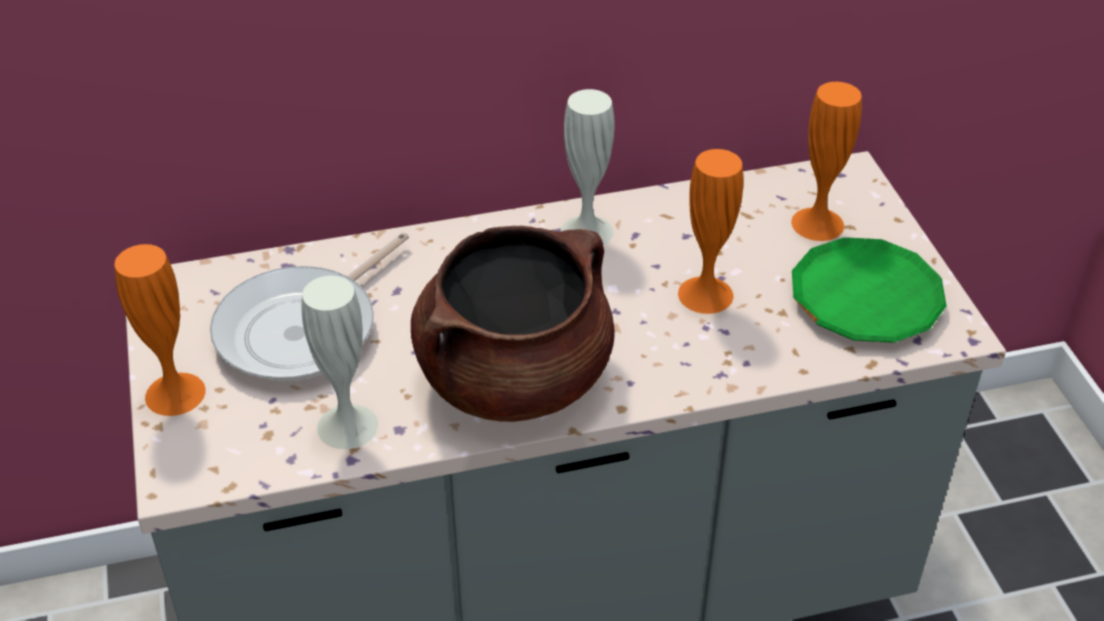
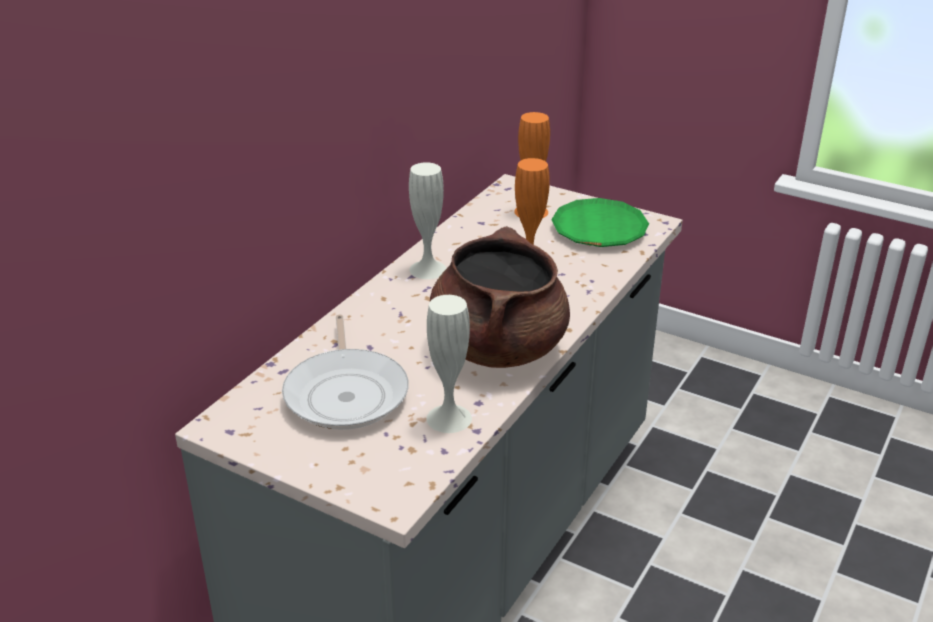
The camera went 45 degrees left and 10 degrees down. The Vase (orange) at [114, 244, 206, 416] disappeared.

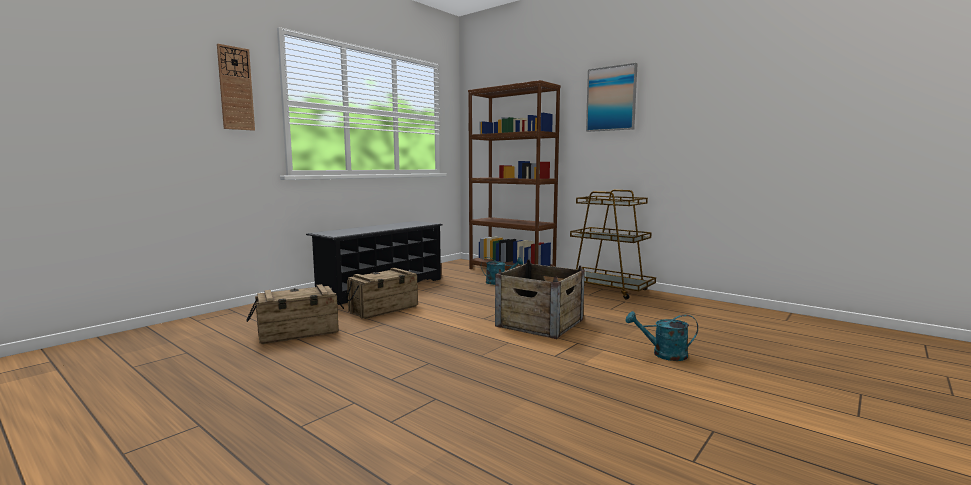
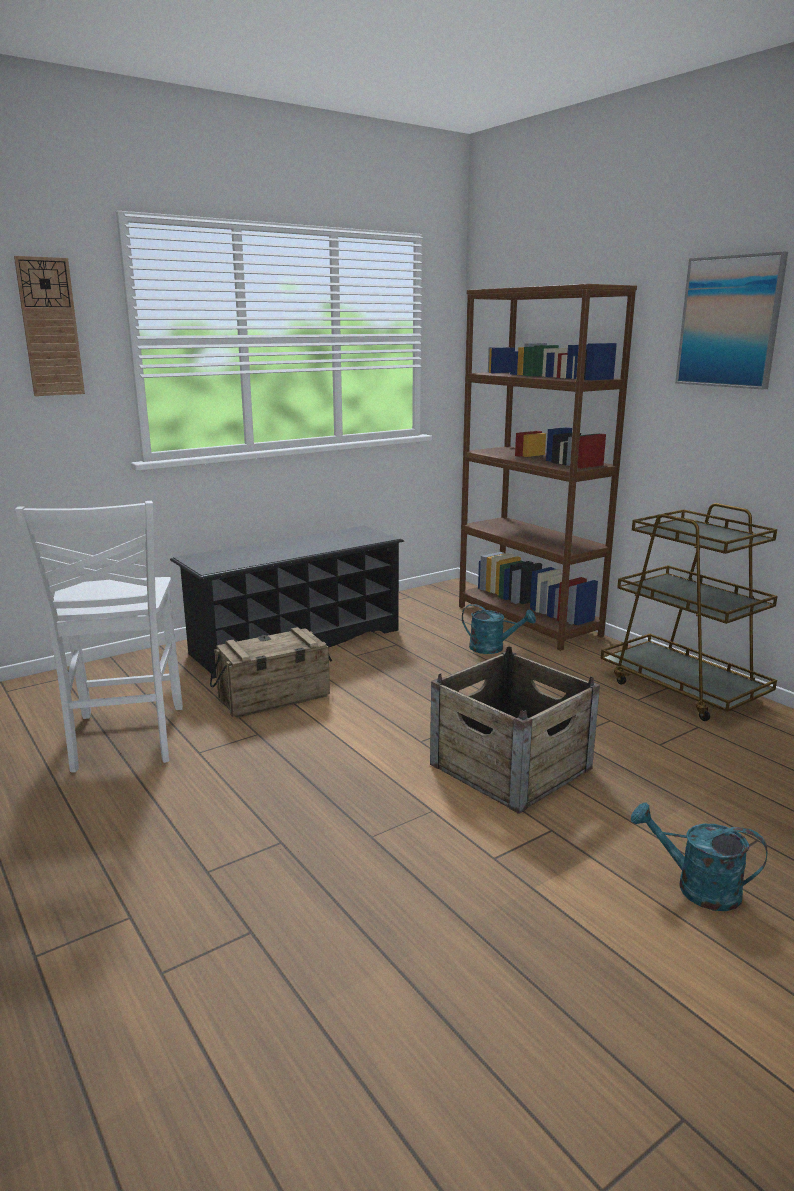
The camera went 15 degrees right and 10 degrees up. The Kiste at [246, 284, 344, 344] was replaced by the Stuhl (weiß) at [15, 501, 183, 773].

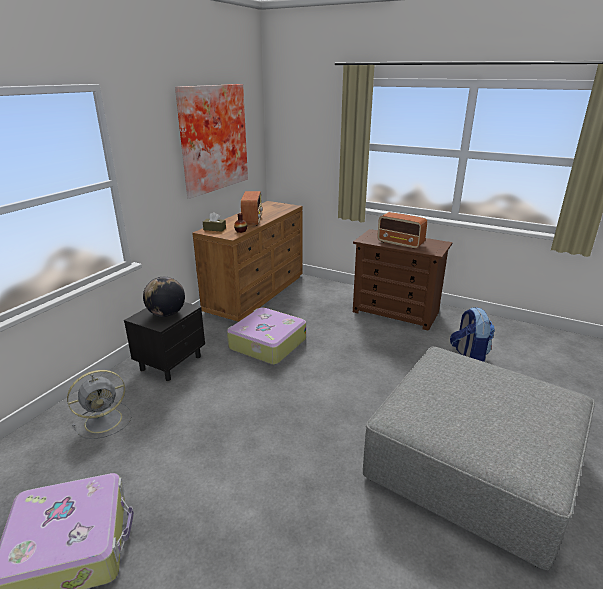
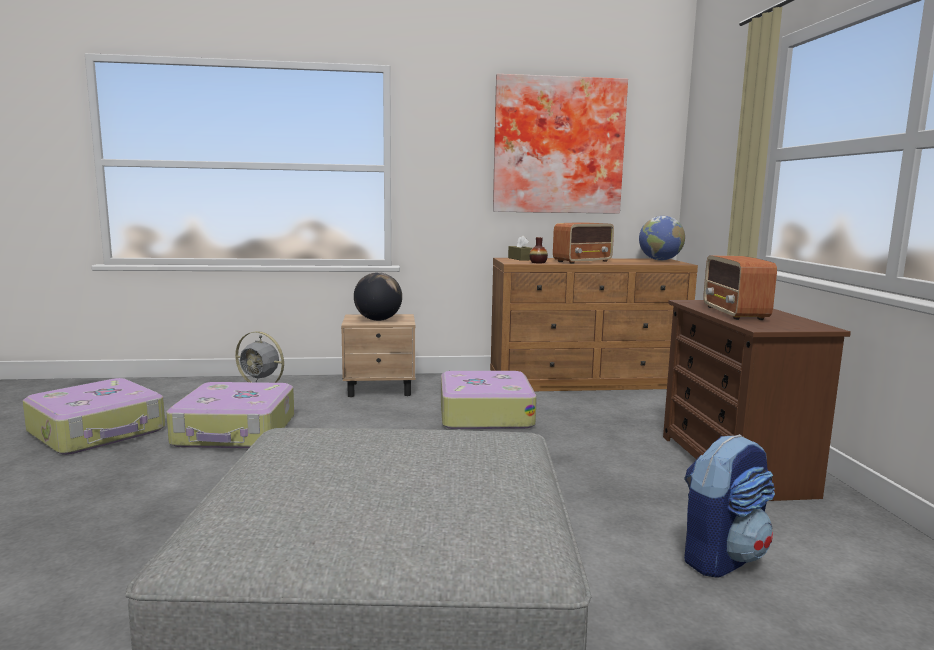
The camera went 55 degrees right and 15 degrees down. The Koffer at [166, 382, 294, 448] appeared. The Nachttisch (schwarz) at [124, 302, 205, 381] became the Nachttisch (beige) at [341, 314, 416, 397]. The Globus at [639, 216, 685, 261] appeared.

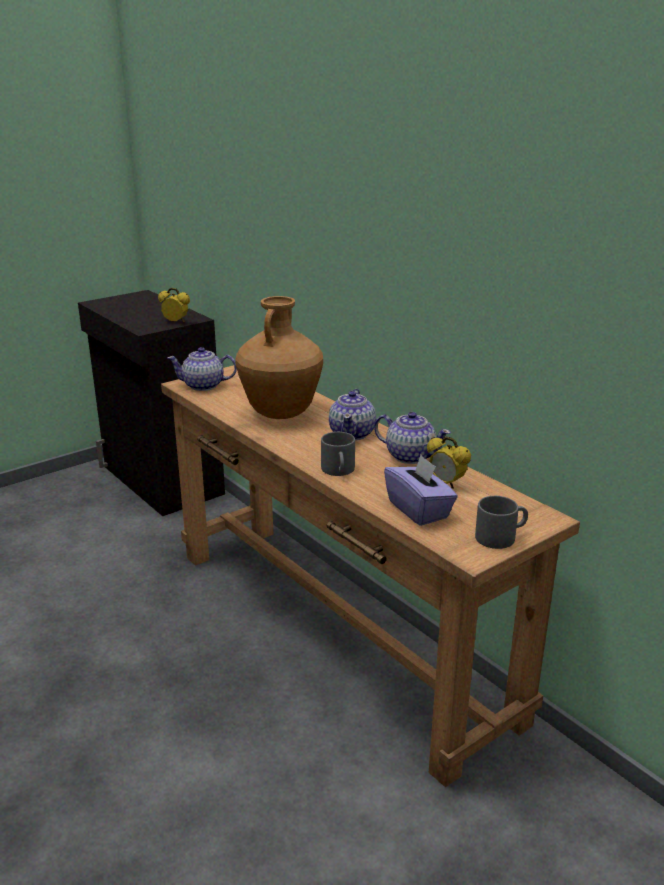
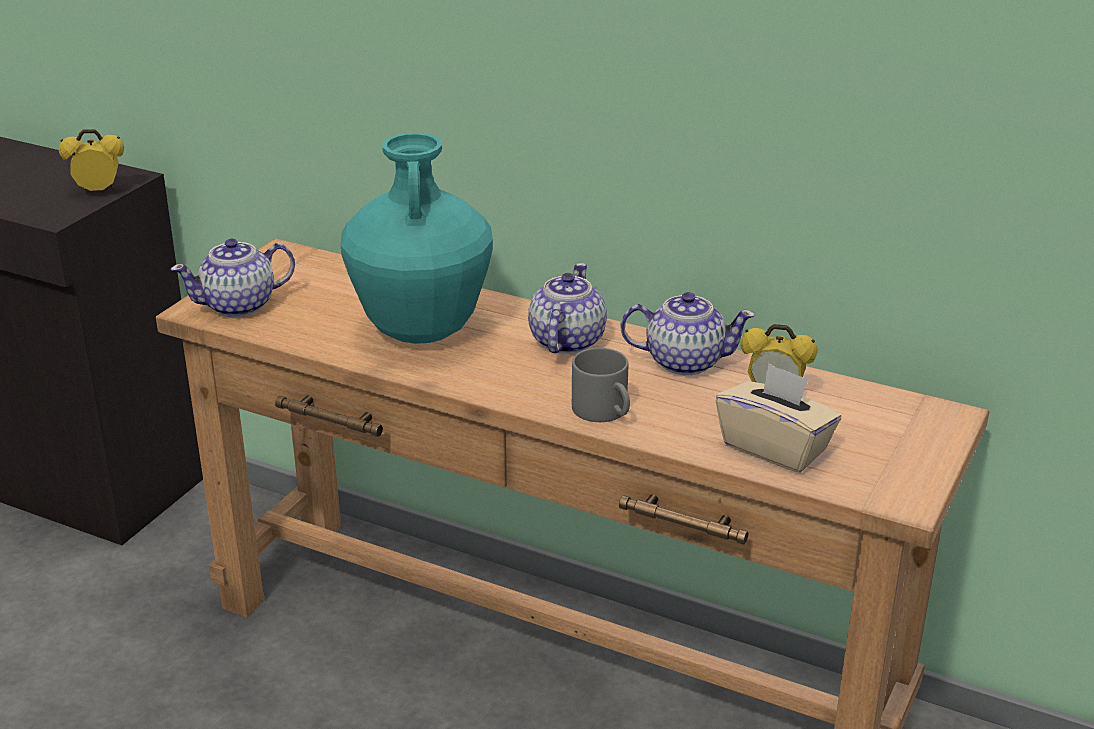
The camera went 25 degrees left and 5 degrees up. The Vase (braun) at [235, 296, 323, 419] became the Vase (türkis) at [341, 133, 493, 344]. The Teekanne at [329, 389, 376, 440] turned 150 degrees counterclockwise. The Taschentuchbox (lila) at [384, 455, 458, 526] became the Taschentuchbox (beige) at [716, 363, 841, 473]. The Henkelbecher (grau) at [475, 496, 528, 549] disappeared.

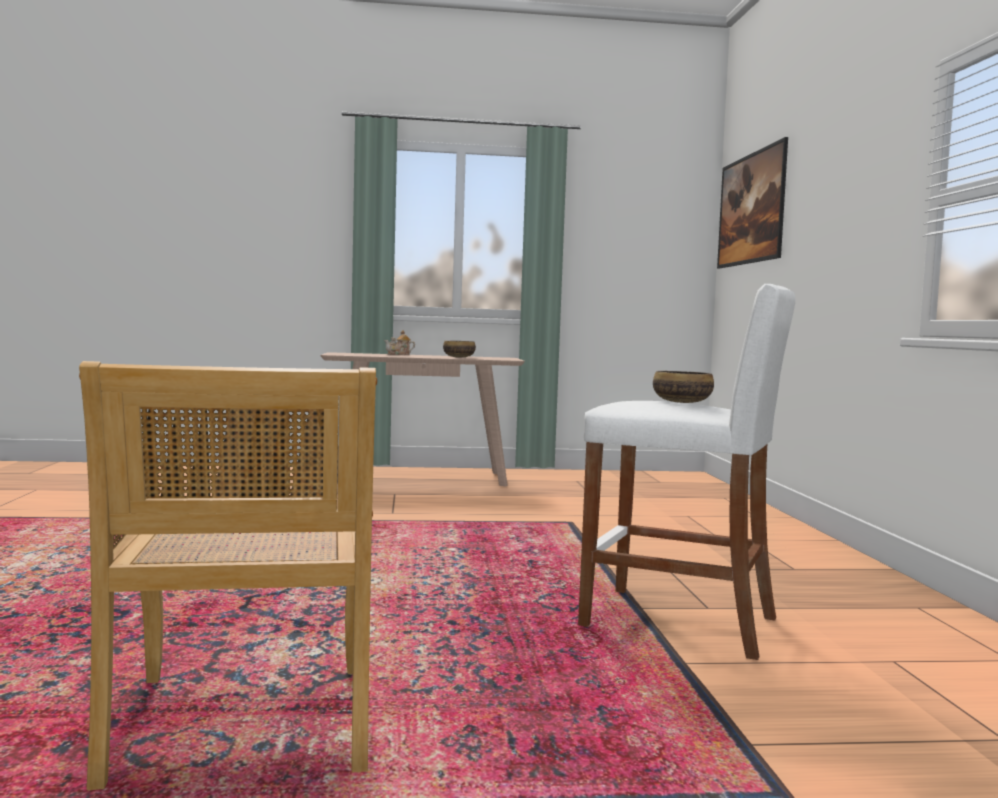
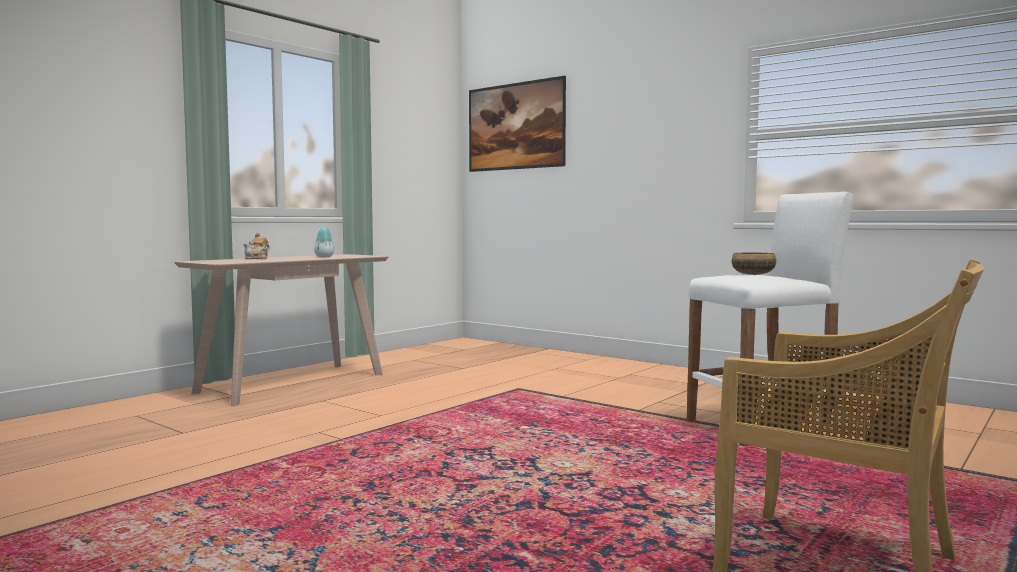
The camera went 45 degrees left and 0 degrees up. The Schüssel at [443, 341, 476, 358] was replaced by the Vase at [314, 227, 334, 257].

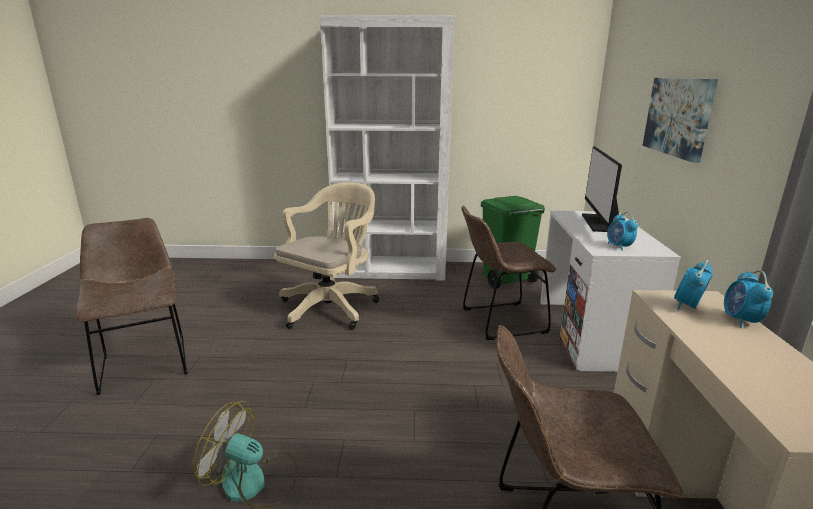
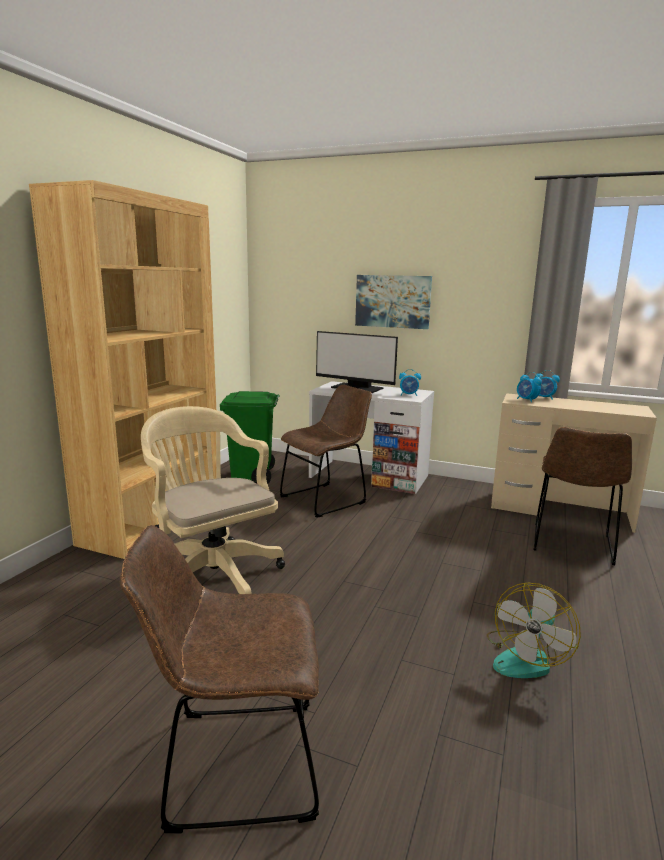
The camera went 70 degrees left and 5 degrees down. The Bücherregal (weiß) at [319, 15, 455, 281] became the Bücherregal (braun) at [29, 180, 217, 559]. The Stuhl (braun) at [461, 206, 556, 340] turned 135 degrees counterclockwise.

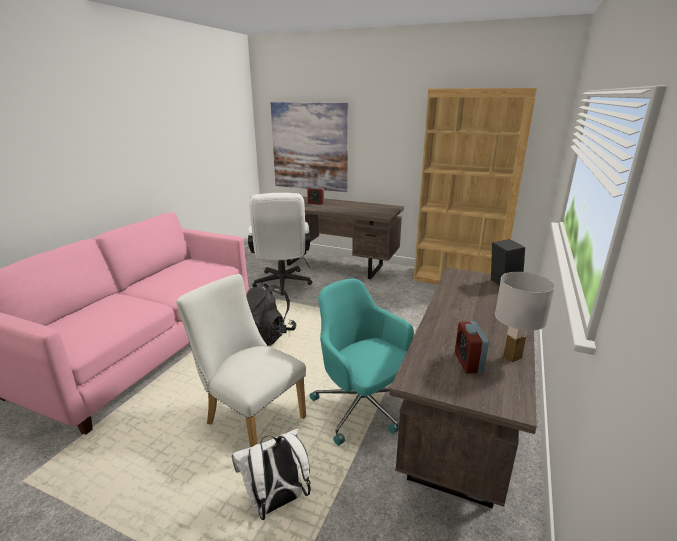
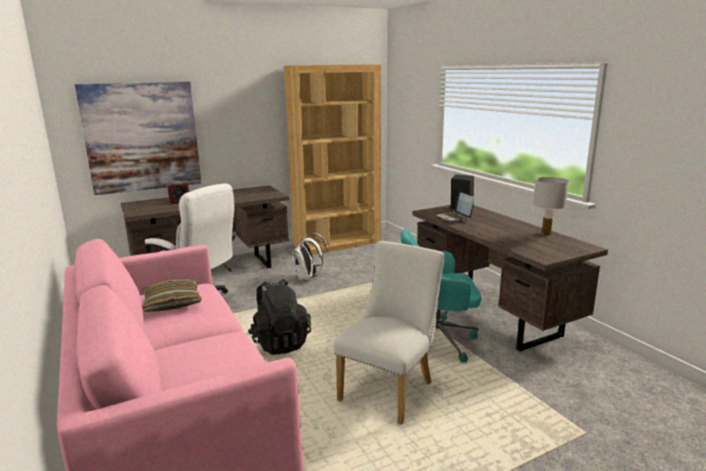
The camera went 50 degrees left and 5 degrees down. The Kissen at [142, 279, 202, 312] appeared. The Rucksack (weiß) moved from [232, 428, 311, 520] to [293, 233, 328, 281]. The Stuhl (weiß) at [176, 274, 306, 447] turned 135 degrees clockwise. The Laptop at [435, 191, 474, 221] appeared. The Wecker at [455, 322, 489, 374] disappeared.

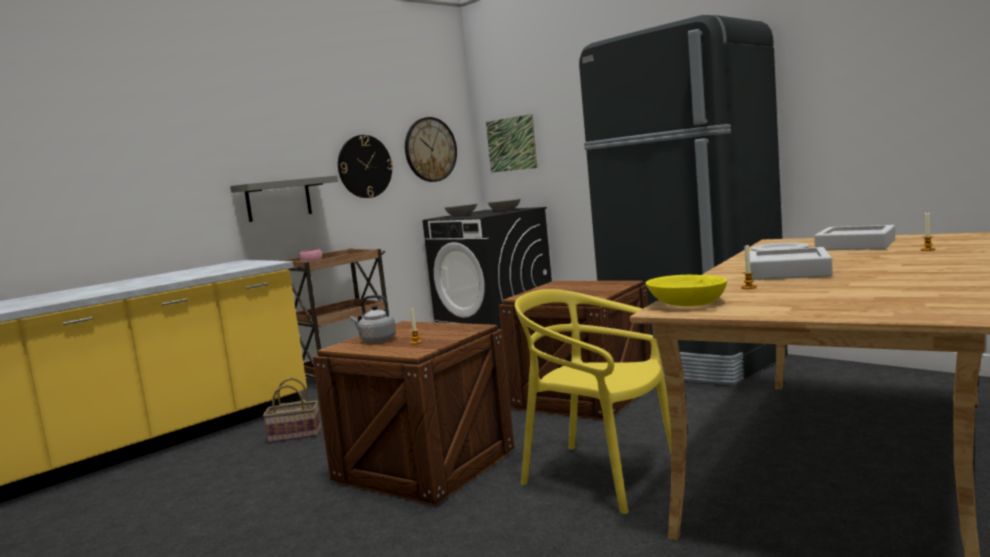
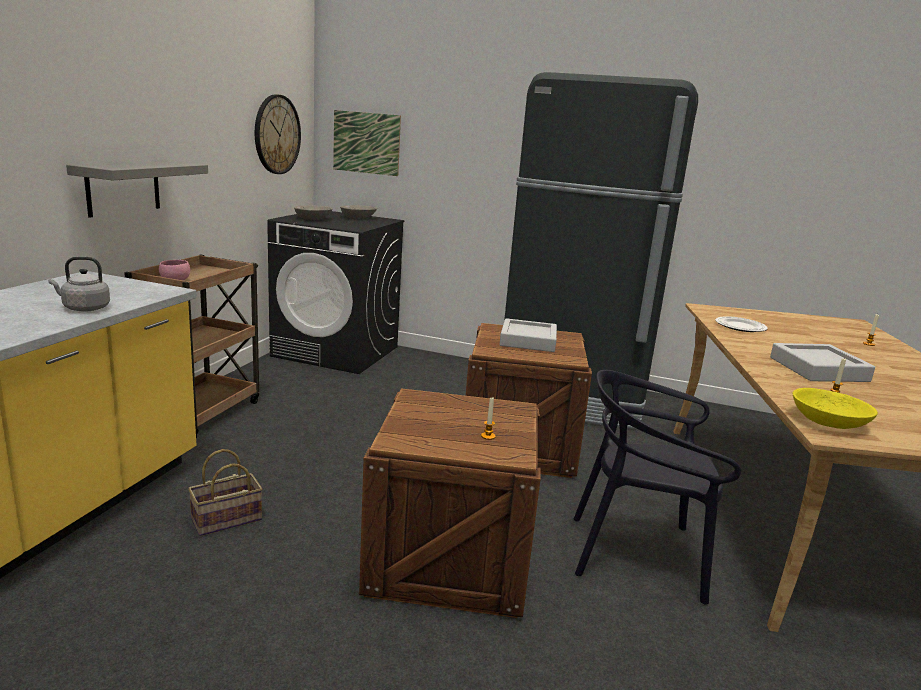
The camera went 30 degrees left and 10 degrees up. The Wasserkessel (grau) moved from [350, 295, 396, 343] to [48, 257, 110, 312]. The Tablett (grau) moved from [814, 225, 895, 250] to [500, 318, 557, 352]. The Stuhl (gelb) at [515, 289, 671, 514] became the Stuhl (schwarz) at [574, 370, 741, 605]. The Wanduhr at [338, 135, 393, 198] disappeared.

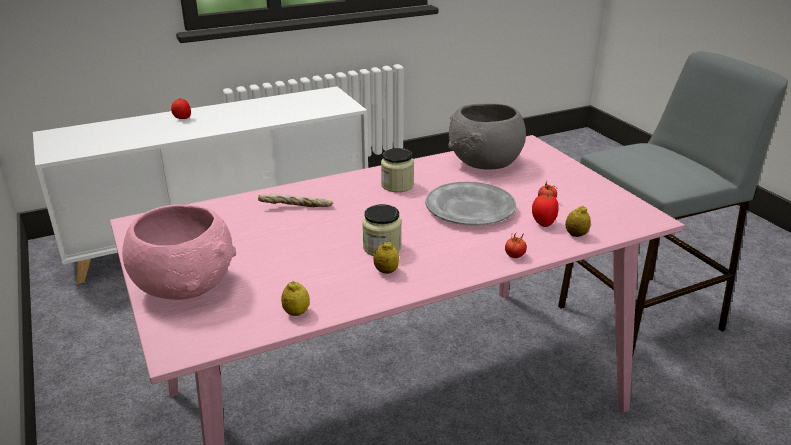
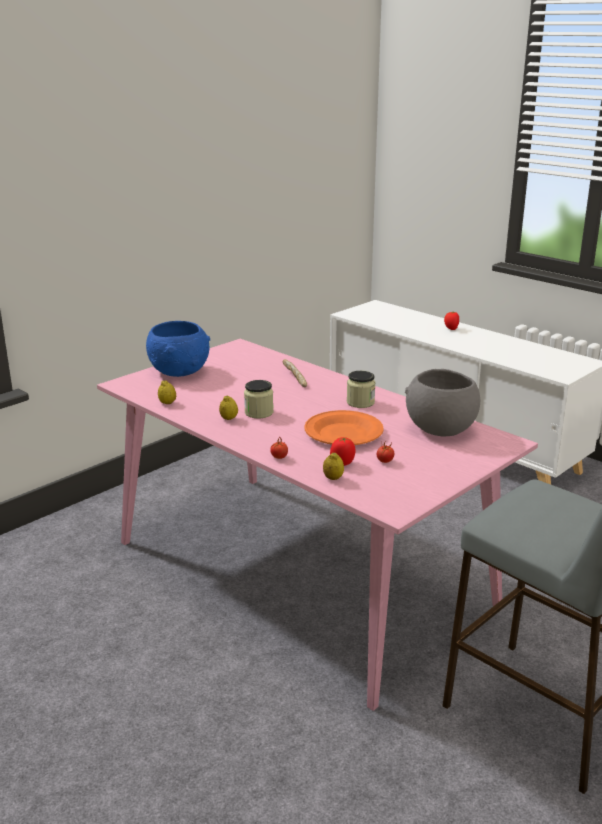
The camera went 70 degrees right and 5 degrees down. The Schüssel (rosa) at [122, 204, 236, 300] became the Schüssel (blau) at [146, 321, 210, 377]. The Teller (grau) at [425, 182, 516, 226] became the Teller (orange) at [304, 410, 384, 445].

